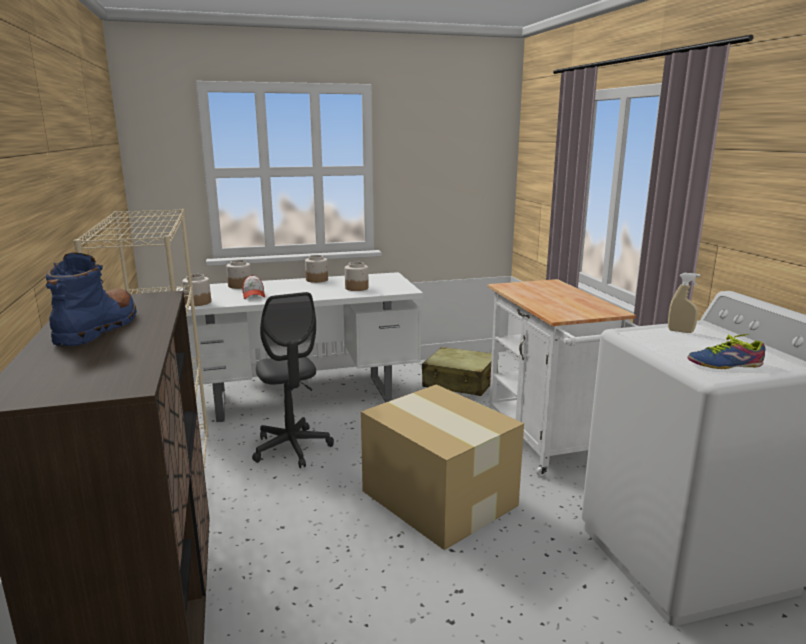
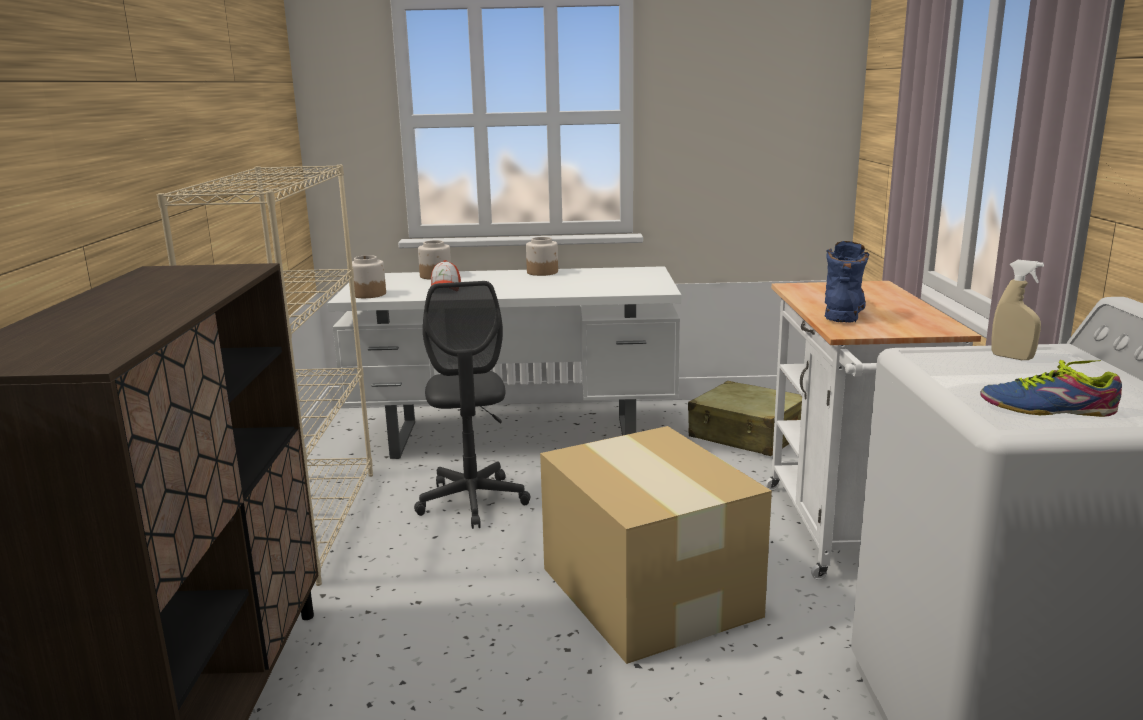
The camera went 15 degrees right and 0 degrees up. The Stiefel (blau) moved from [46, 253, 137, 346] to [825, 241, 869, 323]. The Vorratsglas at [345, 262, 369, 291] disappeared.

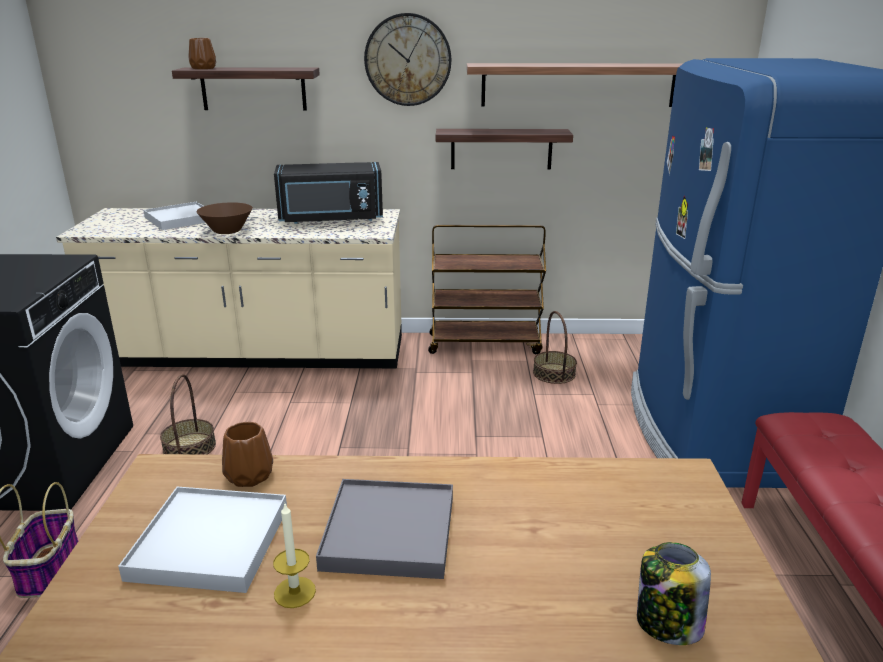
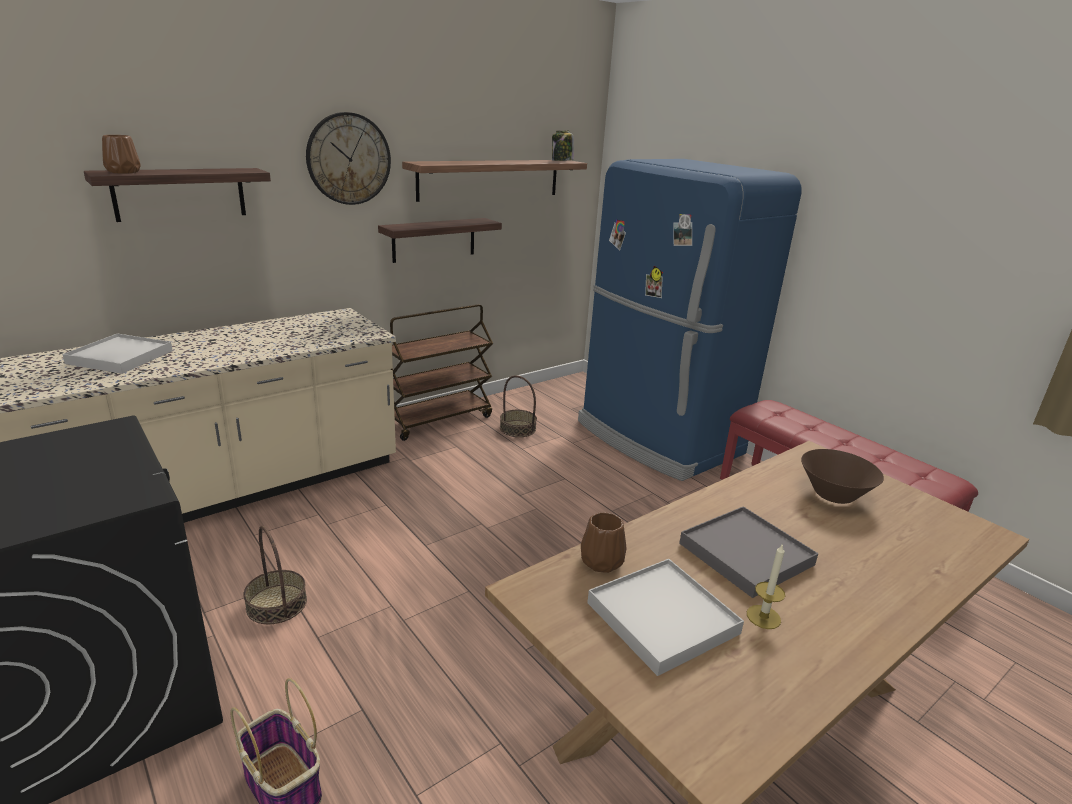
The camera went 40 degrees left and 0 degrees up. The Vorratsglas moved from [637, 542, 711, 645] to [552, 131, 574, 161]. The Schüssel (braun) moved from [196, 202, 253, 234] to [801, 449, 884, 504]. The Mikrowelle (schwarz) at [274, 162, 383, 224] disappeared.

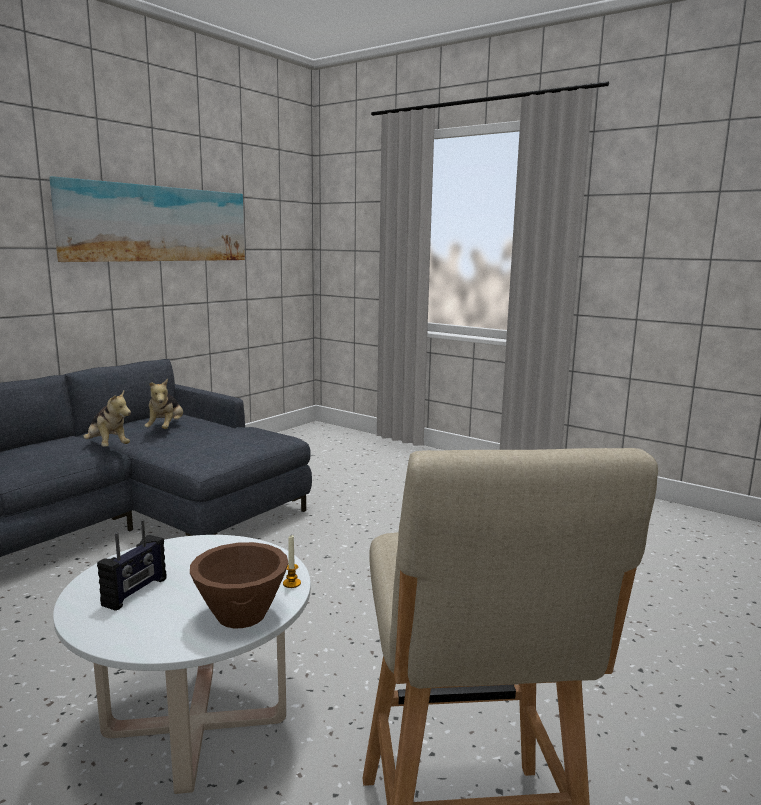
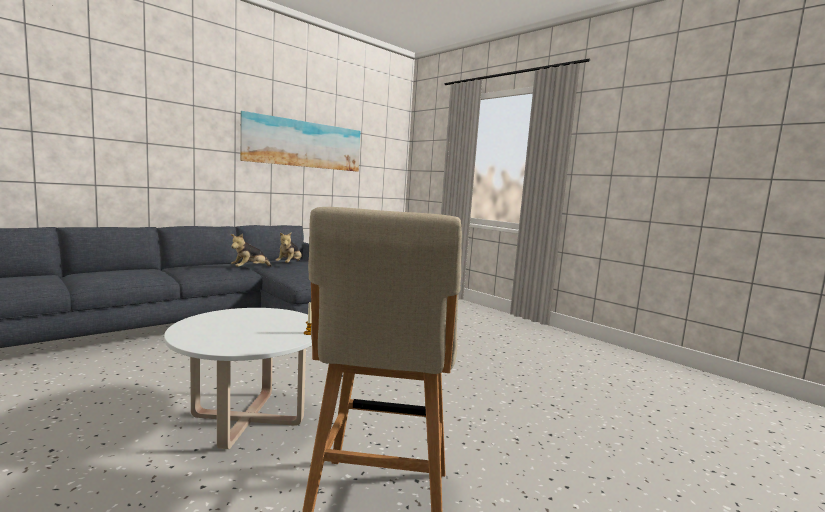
The camera went 10 degrees right and 5 degrees down. The Plüschtier at [83, 391, 131, 447] turned 75 degrees clockwise. The Radio at [97, 520, 166, 611] disappeared. The Schüssel (braun) at [190, 542, 288, 628] disappeared.

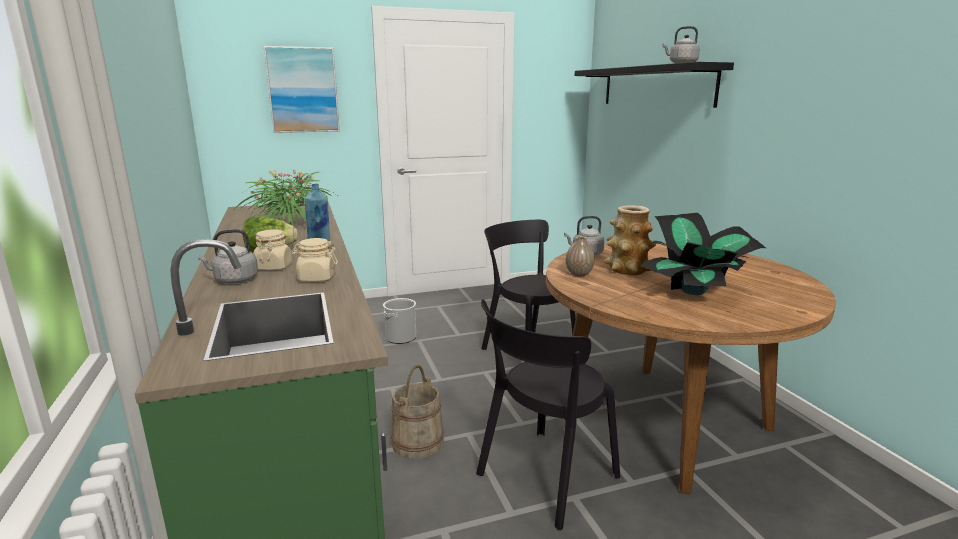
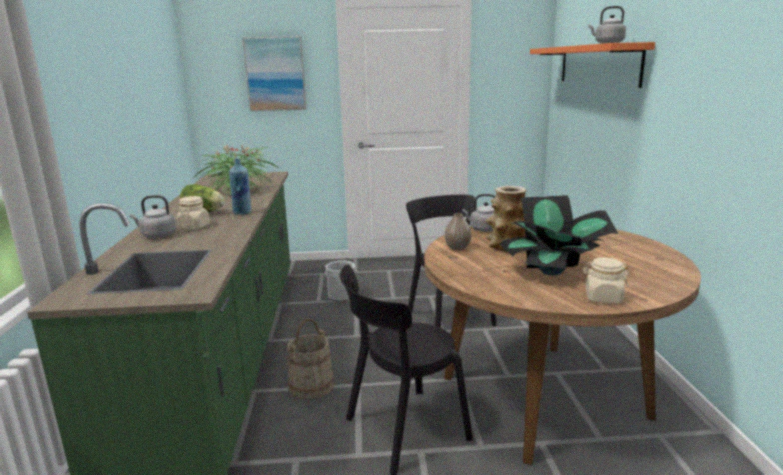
The camera went 15 degrees right and 0 degrees up. The Wandregal (schwarz) at [575, 62, 734, 108] became the Wandregal (orange) at [530, 42, 655, 88]. The Vorratsglas (beige) moved from [292, 238, 338, 282] to [583, 257, 629, 303].

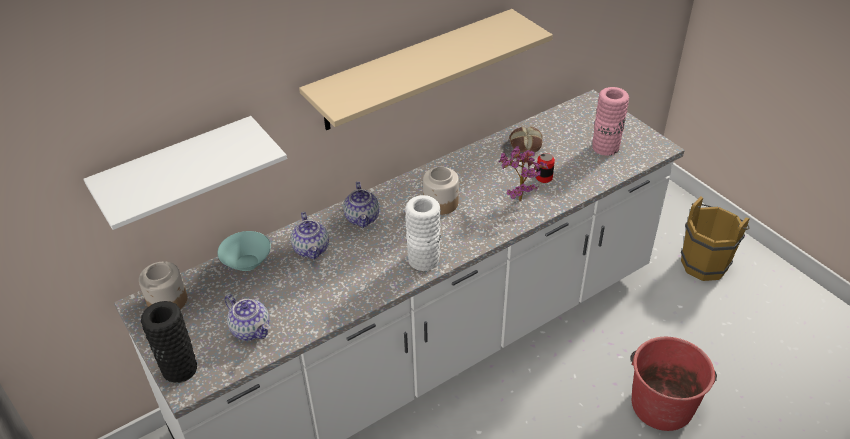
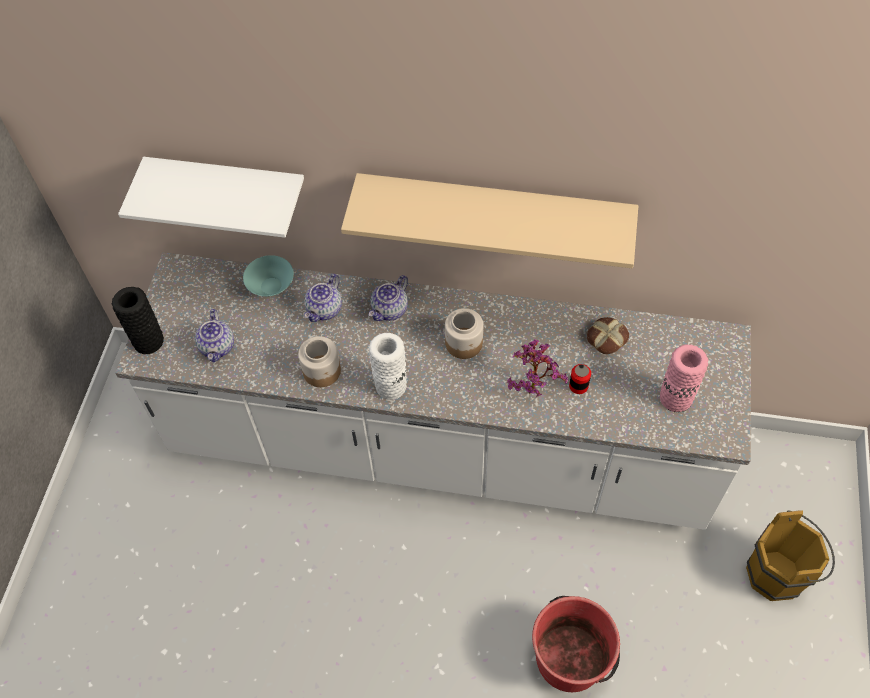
The camera went 45 degrees right and 15 degrees up. The Vorratsglas moved from [139, 262, 187, 310] to [298, 336, 341, 387].

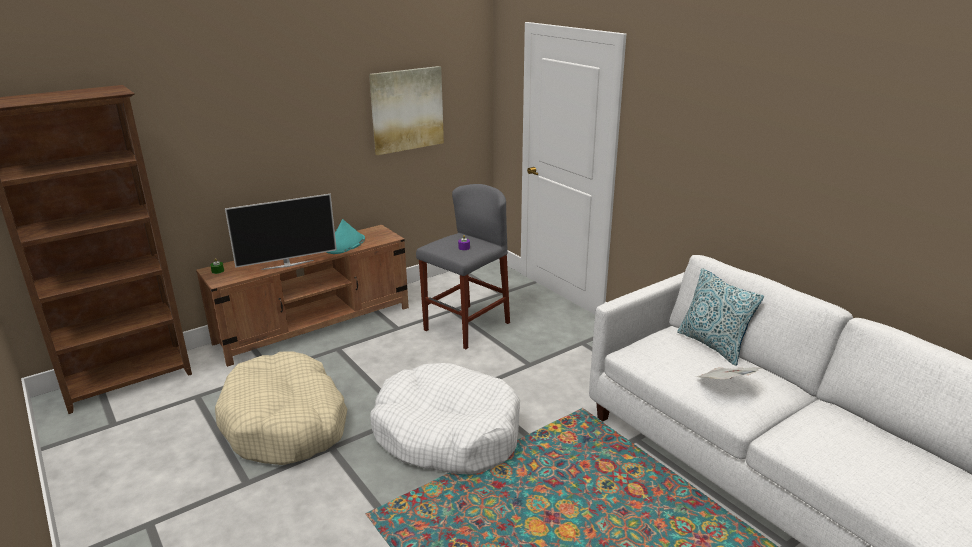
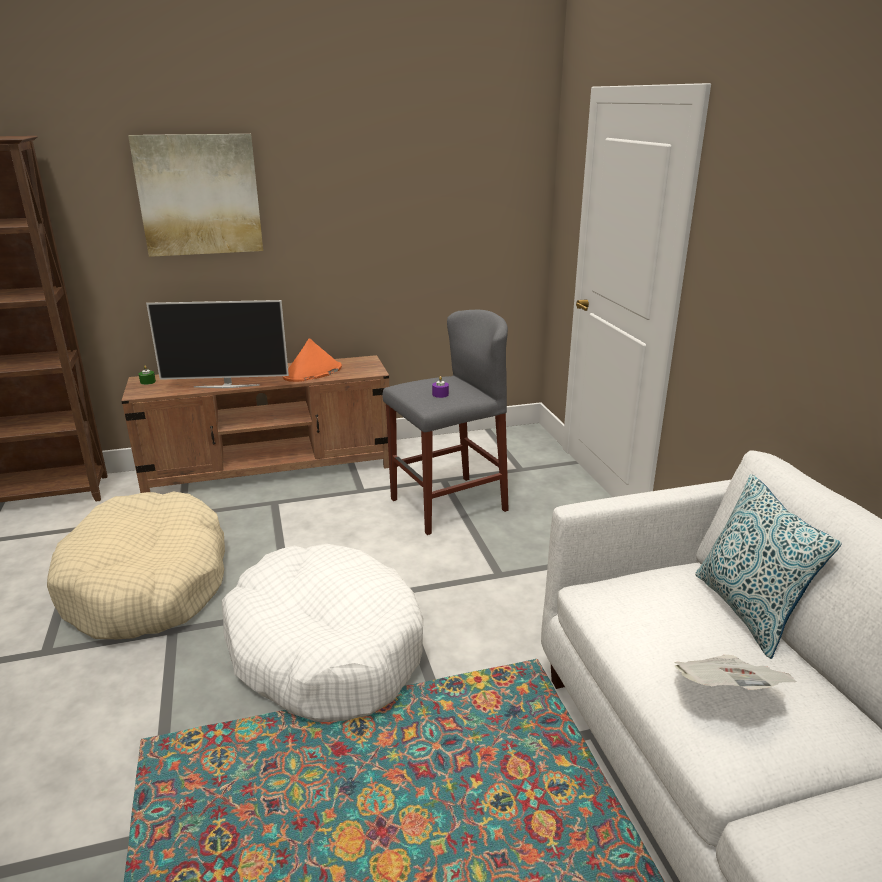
The camera went 20 degrees right and 0 degrees up. The Bild moved from [369, 66, 444, 155] to [128, 134, 263, 257]. The Hut (türkis) at [327, 219, 365, 254] became the Hut (orange) at [283, 338, 342, 382].

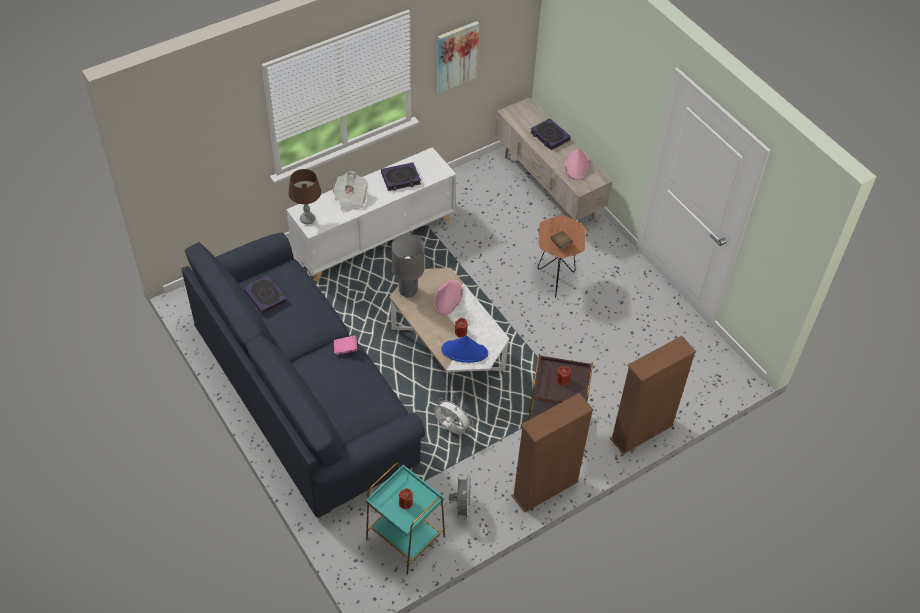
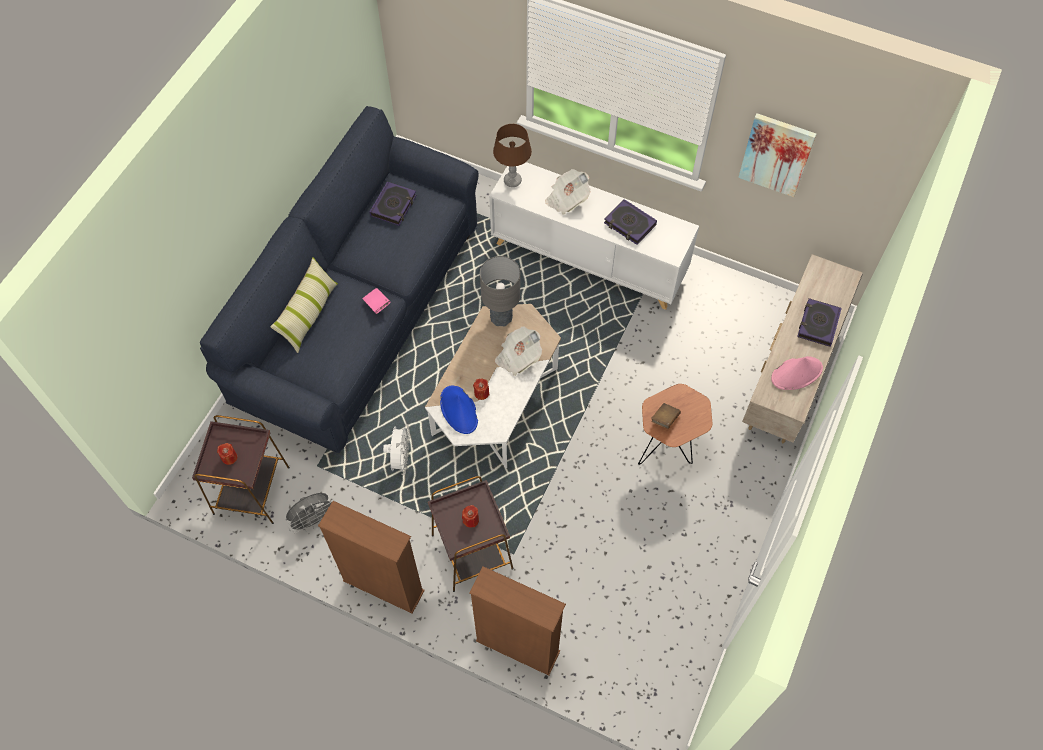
The camera went 60 degrees right and 10 degrees up. The Beistelltisch (türkis) at [366, 462, 445, 575] became the Beistelltisch (braun) at [192, 415, 290, 524]. The Kissen at [270, 257, 338, 353] appeared. The Hut (rosa) at [434, 280, 463, 315] was replaced by the Zeitung at [495, 327, 542, 376].

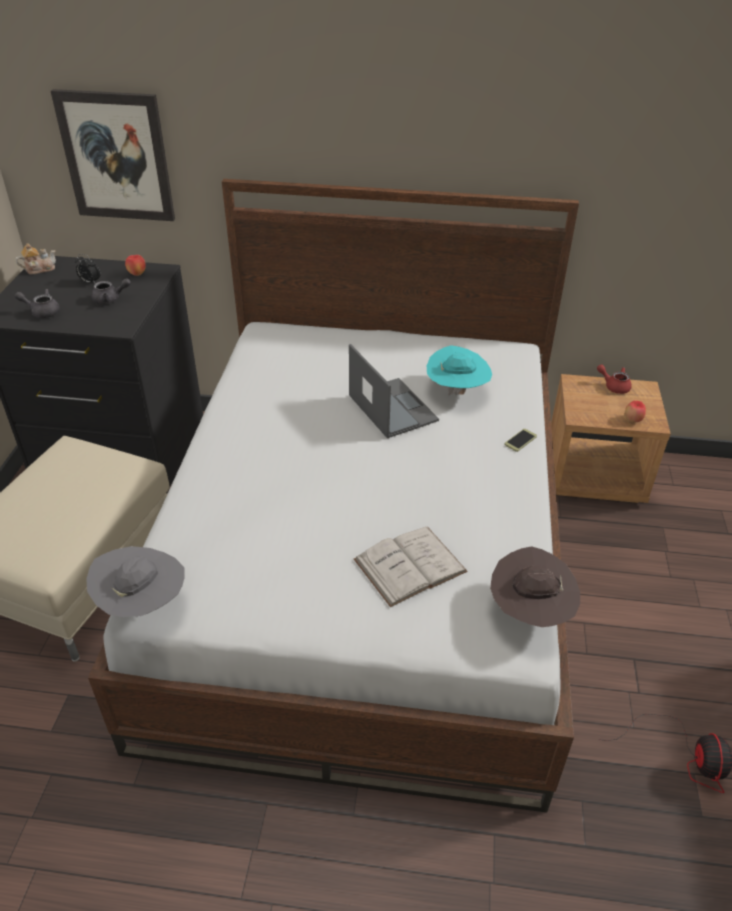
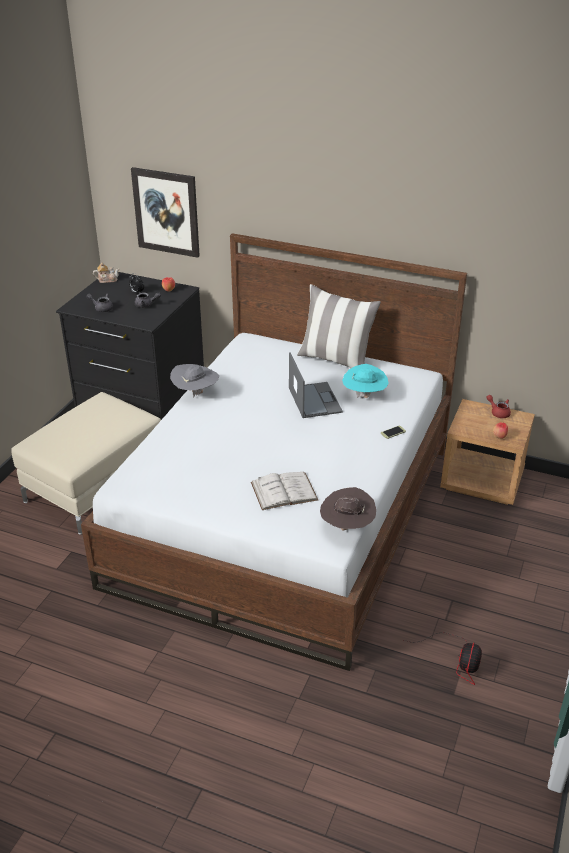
The camera went 15 degrees right and 5 degrees down. The Hut (grau) moved from [86, 546, 184, 617] to [170, 364, 219, 398]. The Kissen at [297, 284, 381, 368] appeared.

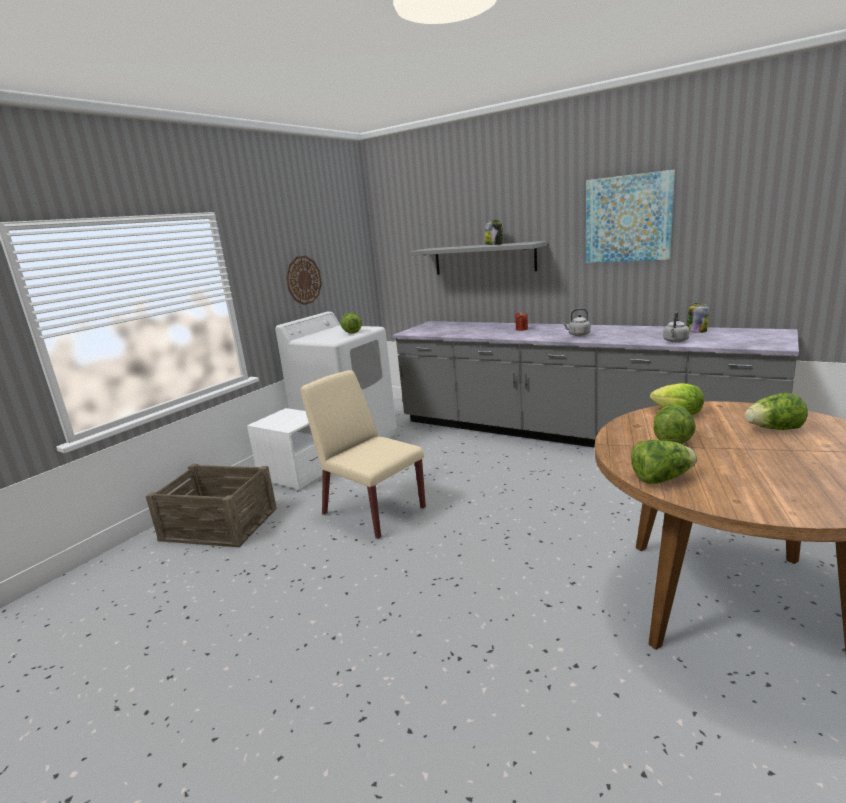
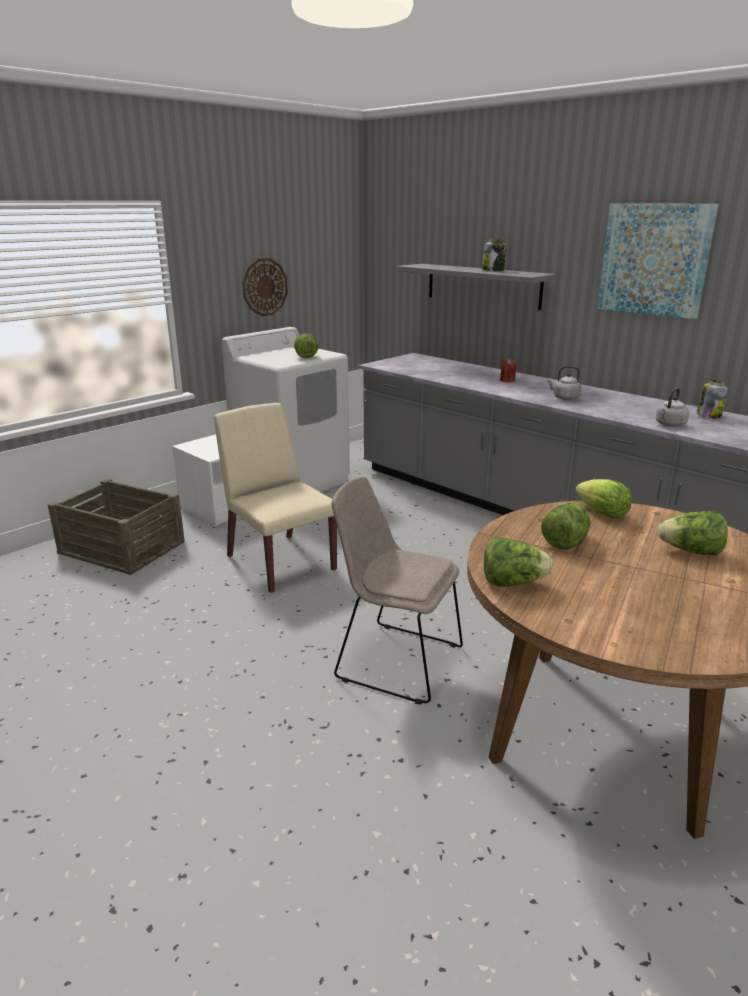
The camera went 10 degrees right and 5 degrees up. The Stuhl (beige) at [332, 477, 463, 705] appeared.

